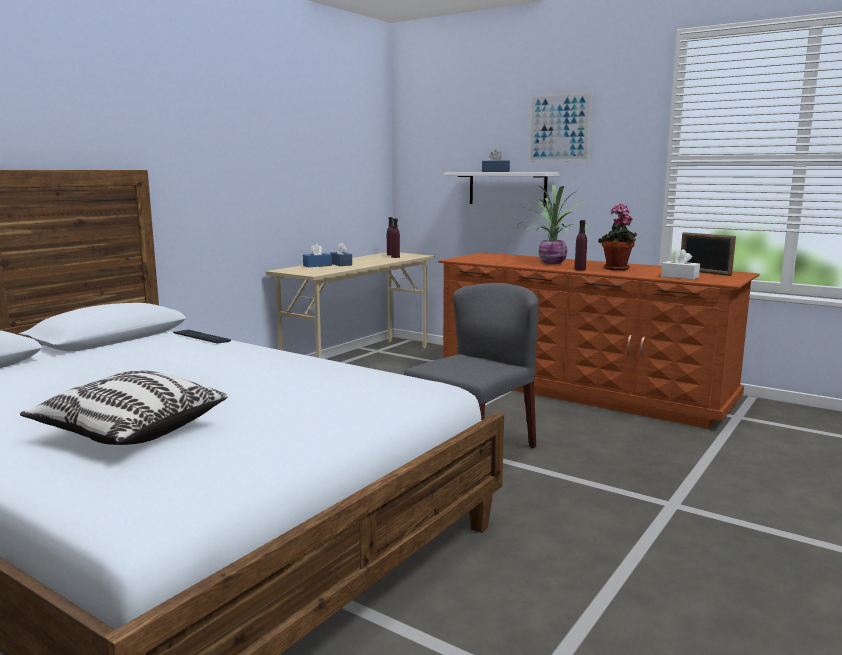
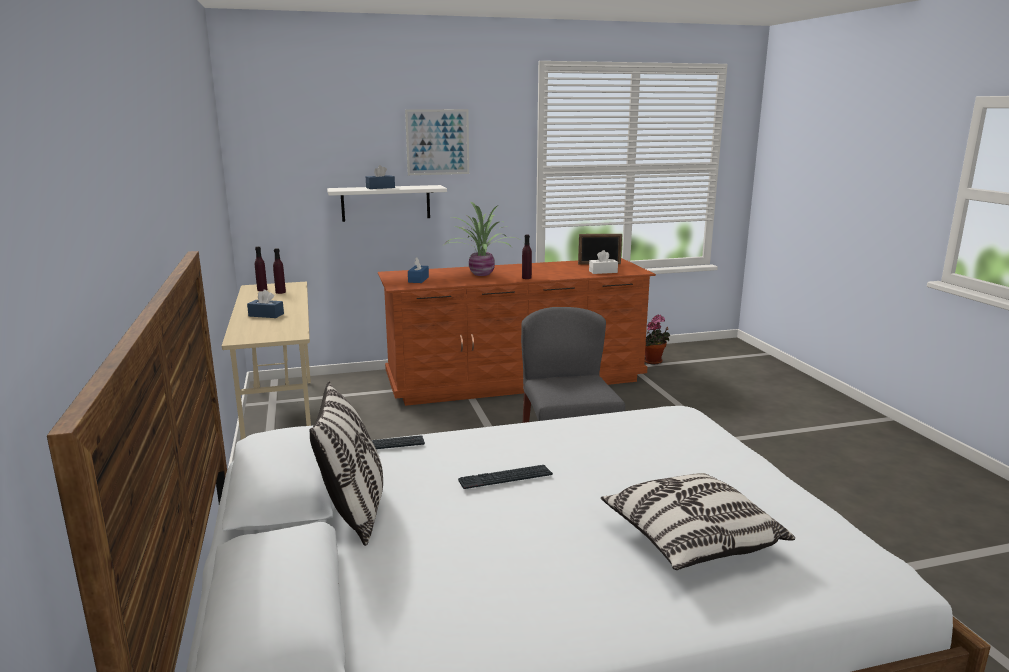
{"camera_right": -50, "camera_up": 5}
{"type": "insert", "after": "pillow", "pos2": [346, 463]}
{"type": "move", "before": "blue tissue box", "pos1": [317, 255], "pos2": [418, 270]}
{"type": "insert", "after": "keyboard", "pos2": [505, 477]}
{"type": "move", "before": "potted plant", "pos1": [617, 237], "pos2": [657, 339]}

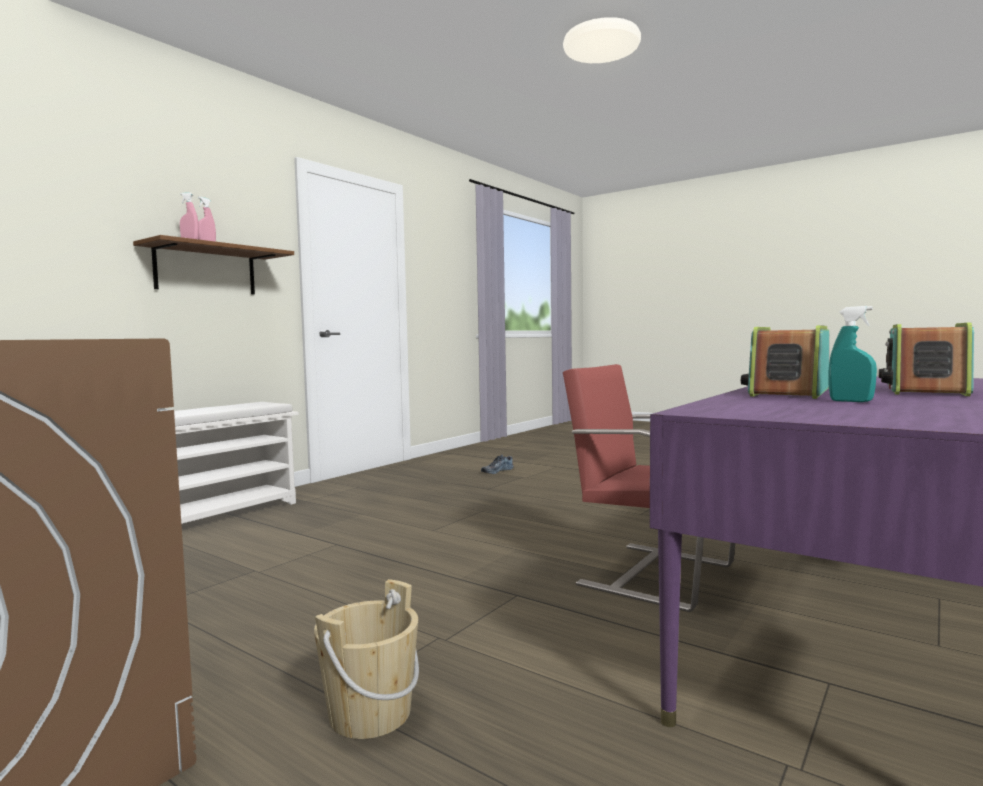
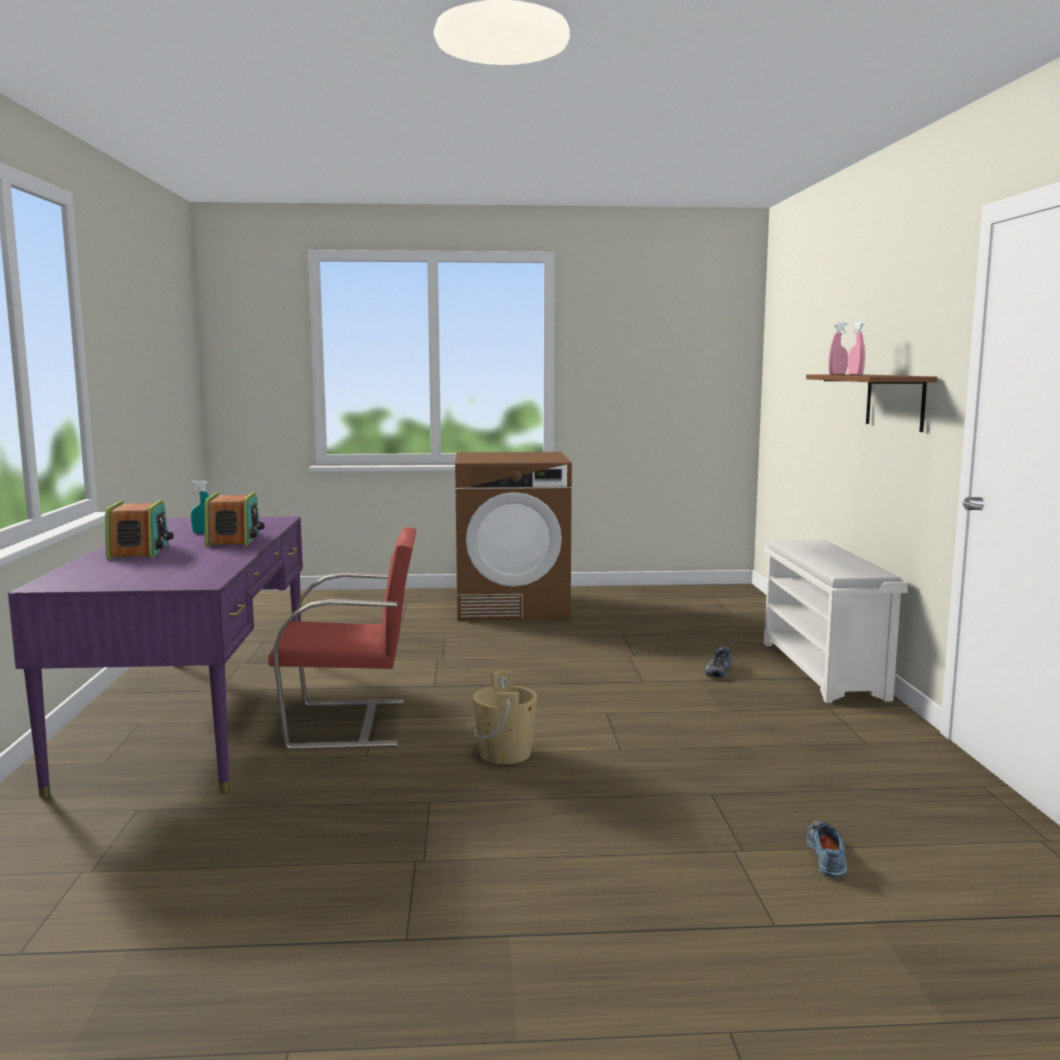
{"camera_right": 140, "camera_up": 5}
{"type": "move", "before": "beige bucket", "pos1": [366, 659], "pos2": [504, 717]}
{"type": "insert", "after": "shoe", "pos2": [718, 662]}

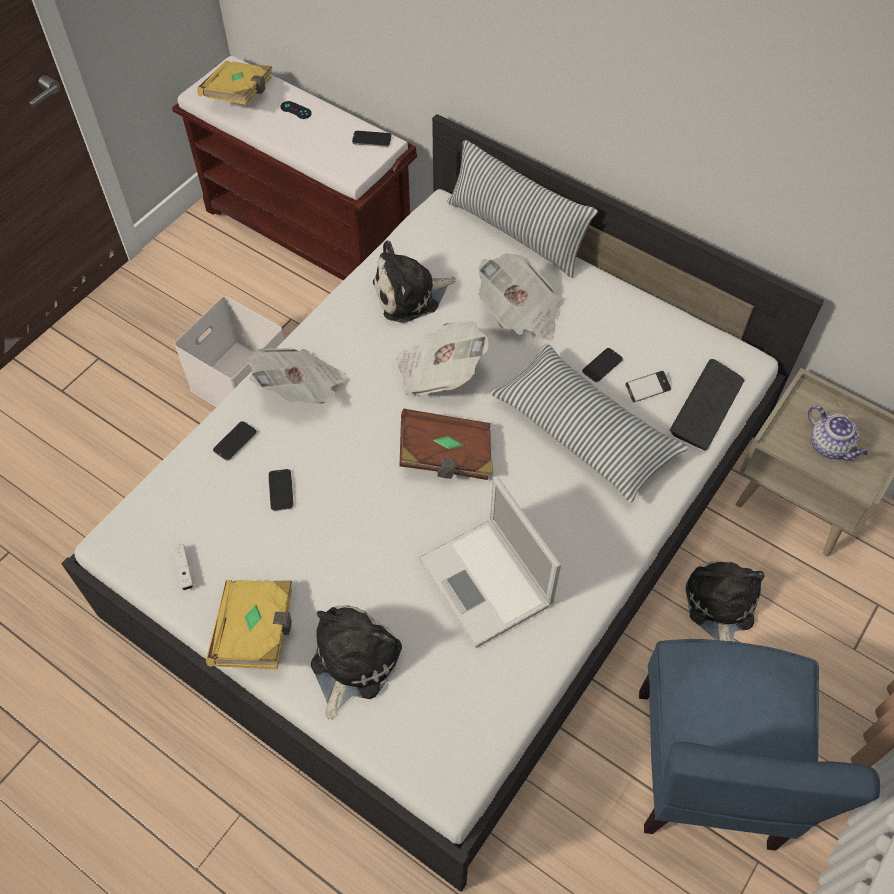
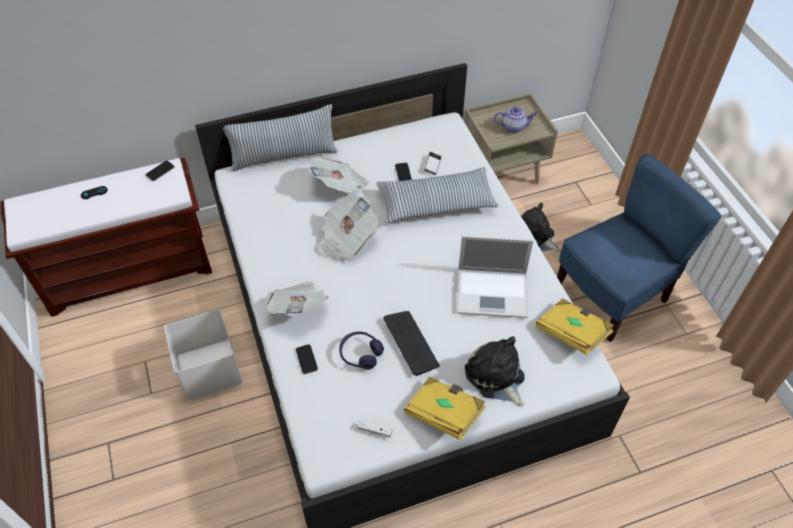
{"camera_right": -55, "camera_up": -5}
{"type": "replace", "before": "phone", "after": "purple headphones", "pos1": [281, 490], "pos2": [361, 351]}
{"type": "move", "before": "keyboard", "pos1": [707, 405], "pos2": [411, 343]}
{"type": "move", "before": "yellow book", "pos1": [234, 83], "pos2": [575, 326]}
{"type": "rotate", "before": "blue chair", "pos1": [759, 745], "pos2": [639, 248], "turn": -75}
{"type": "delete", "before": "plush toy", "pos1": [414, 281]}
{"type": "delete", "before": "brown book", "pos1": [446, 444]}

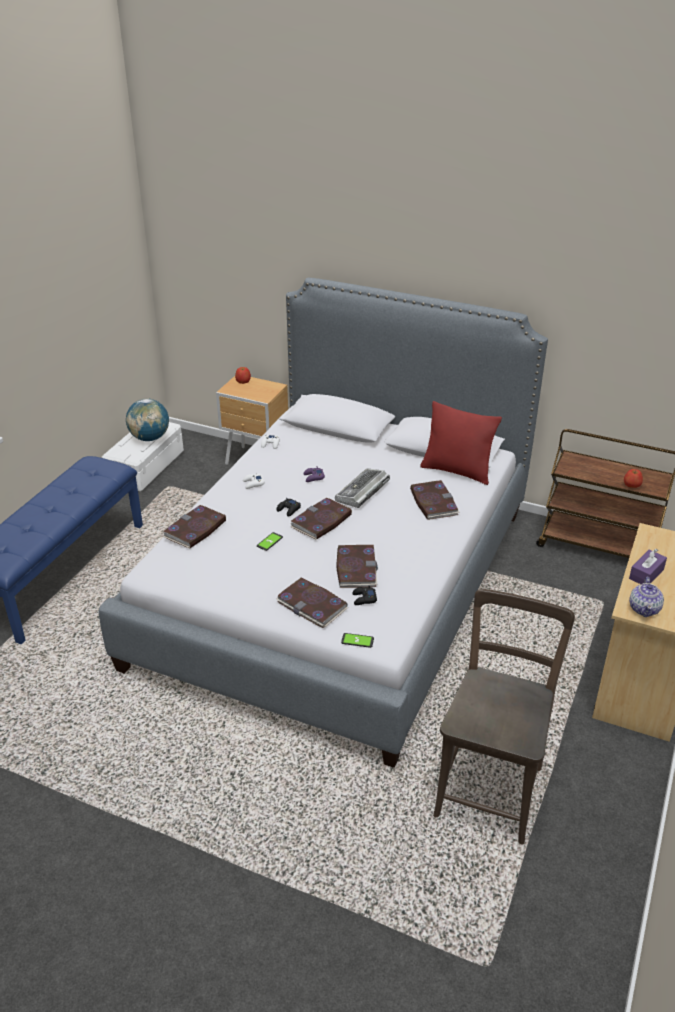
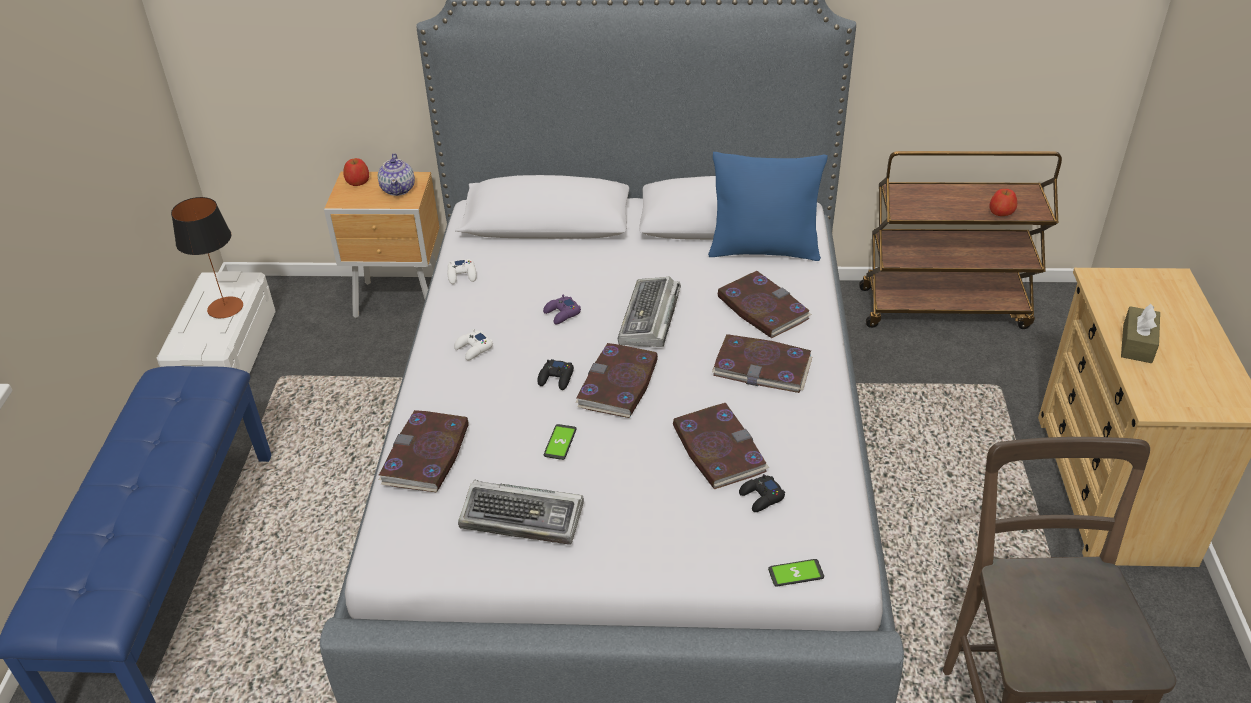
{"camera_right": -20, "camera_up": 5}
{"type": "replace", "before": "globe", "after": "table lamp", "pos1": [147, 419], "pos2": [207, 257]}
{"type": "move", "before": "teapot", "pos1": [646, 597], "pos2": [396, 174]}
{"type": "insert", "after": "keyboard", "pos2": [521, 512]}
{"type": "recolor", "before": "red pillow", "after": "blue pillow", "pos1": [461, 443], "pos2": [767, 206]}
{"type": "move", "before": "book", "pos1": [312, 603], "pos2": [762, 363]}
{"type": "recolor", "before": "purple tissue box", "after": "brown tissue box", "pos1": [648, 566], "pos2": [1140, 333]}

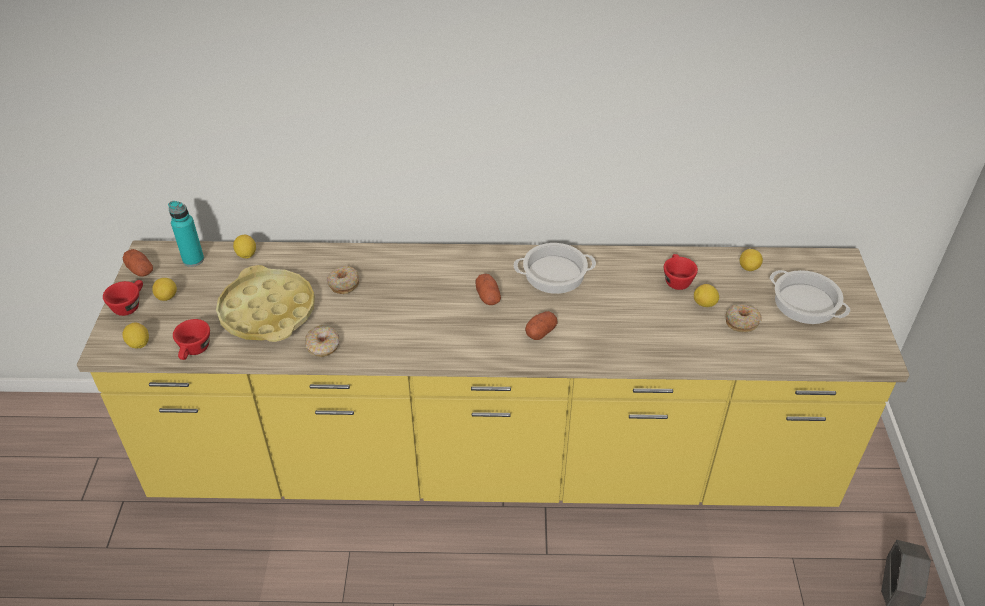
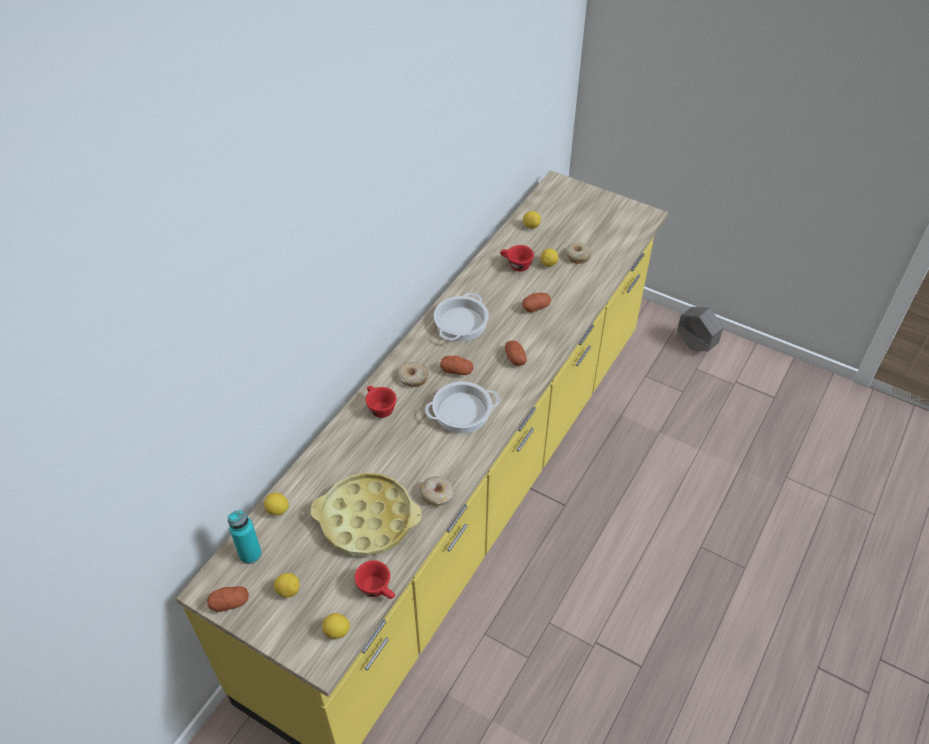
{"camera_right": -60, "camera_up": 5}
{"type": "move", "before": "red cup", "pos1": [123, 298], "pos2": [380, 402]}
{"type": "move", "before": "donut", "pos1": [343, 280], "pos2": [413, 374]}
{"type": "move", "before": "cooking pot", "pos1": [810, 297], "pos2": [462, 407]}
{"type": "insert", "after": "potato", "pos2": [537, 303]}

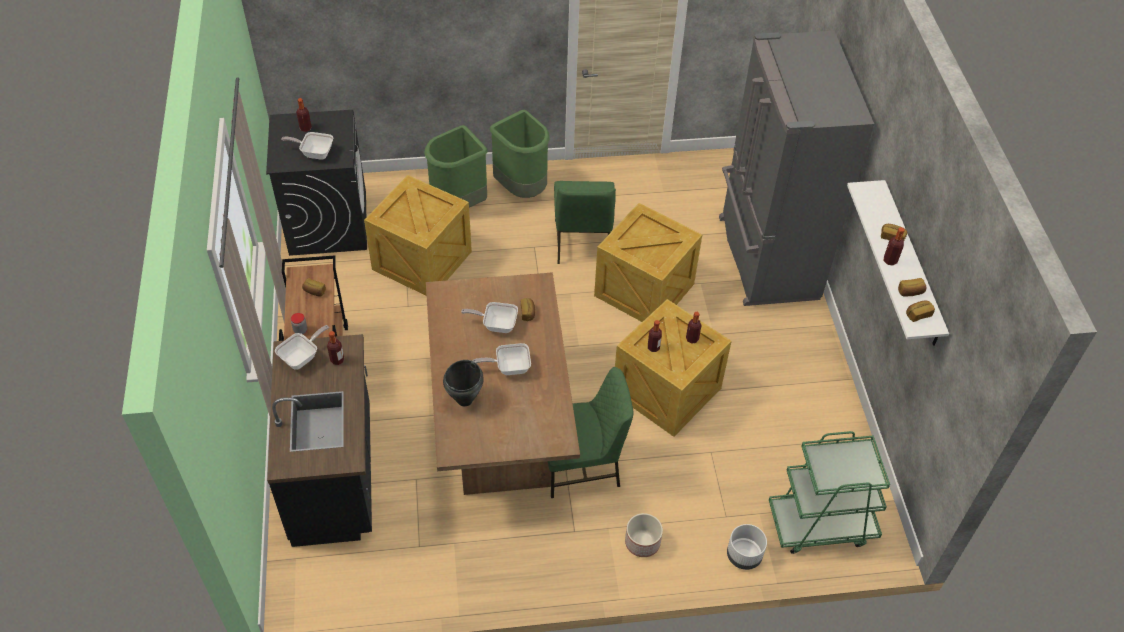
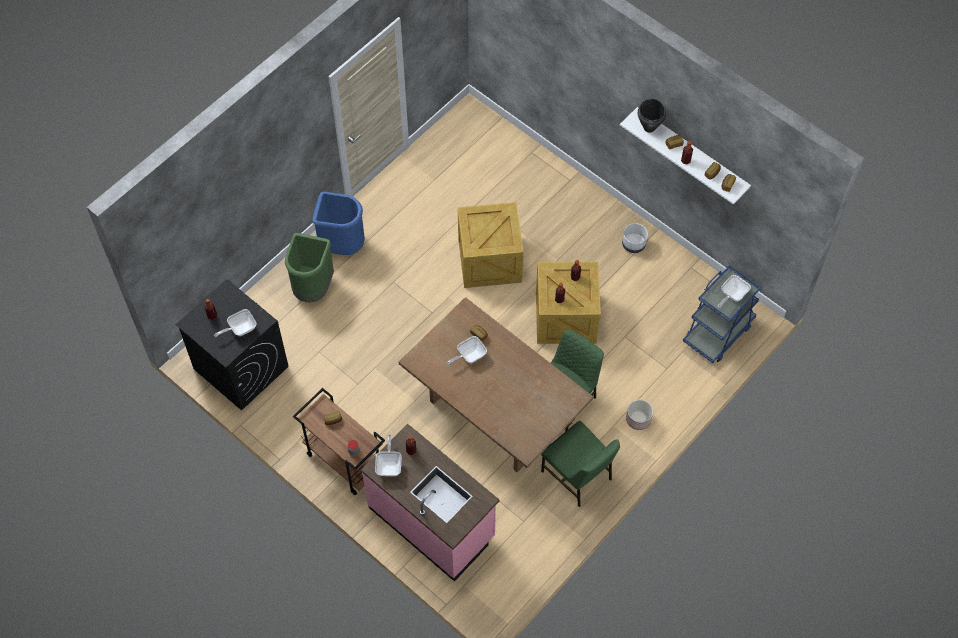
{"camera_right": -40, "camera_up": 10}
{"type": "recolor", "before": "green trash can", "after": "blue trash can", "pos1": [520, 154], "pos2": [338, 223]}
{"type": "recolor", "before": "black counter", "after": "pink counter", "pos1": [319, 440], "pos2": [430, 503]}
{"type": "move", "before": "green chair", "pos1": [585, 222], "pos2": [580, 464]}
{"type": "move", "before": "white planter", "pos1": [747, 547], "pos2": [635, 238]}
{"type": "move", "before": "black cooking pot", "pos1": [463, 383], "pos2": [652, 116]}
{"type": "recolor", "before": "green cart", "after": "blue cart", "pos1": [829, 492], "pos2": [722, 314]}
{"type": "move", "before": "frying pan", "pos1": [502, 359], "pos2": [734, 291]}
{"type": "delete", "before": "crate", "pos1": [418, 235]}
{"type": "delete", "before": "grey fridge", "pos1": [796, 168]}

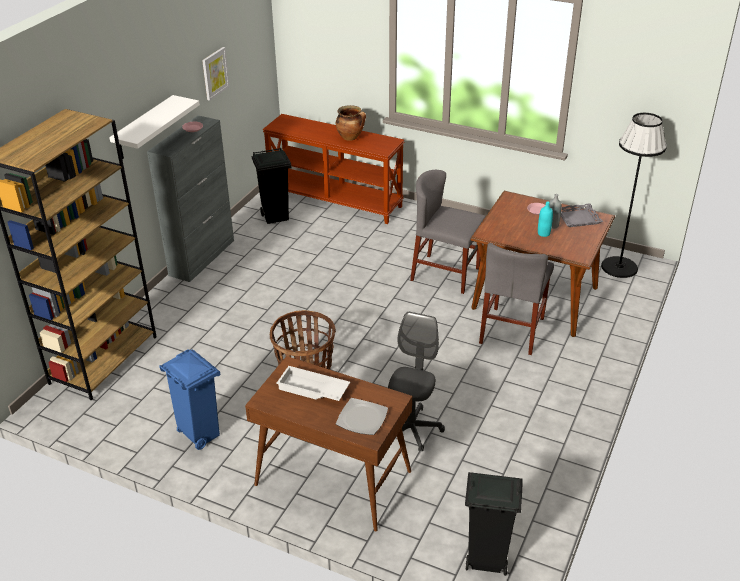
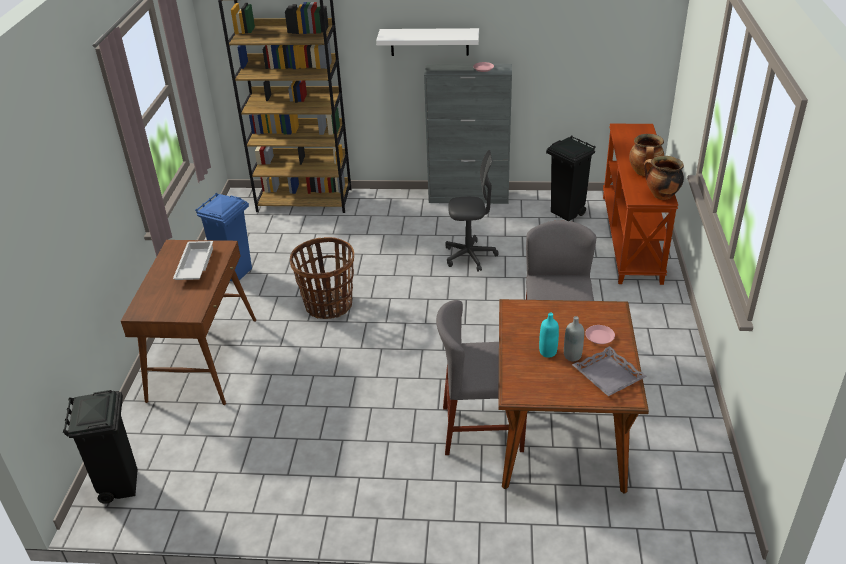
{"camera_right": 70, "camera_up": 0}
{"type": "move", "before": "grey office chair", "pos1": [416, 382], "pos2": [472, 211]}
{"type": "insert", "after": "cooking pot", "pos2": [664, 178]}
{"type": "delete", "before": "picture", "pos1": [216, 74]}
{"type": "delete", "before": "plate", "pos1": [362, 416]}
{"type": "delete", "before": "black floor lamp", "pos1": [634, 195]}

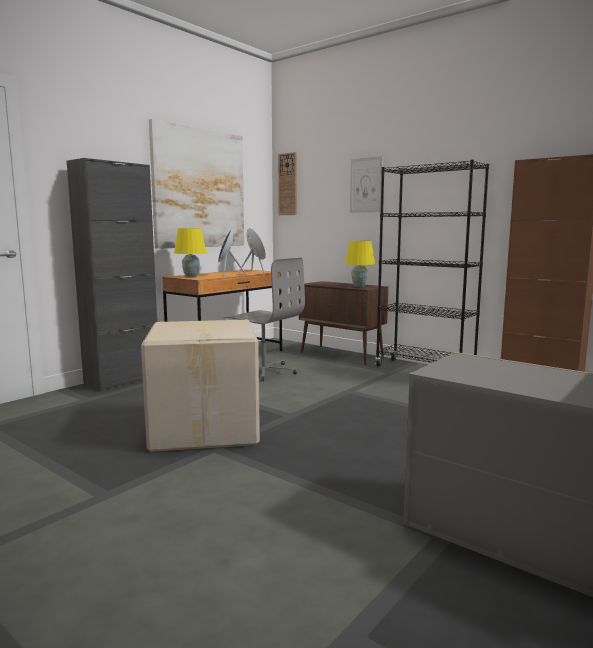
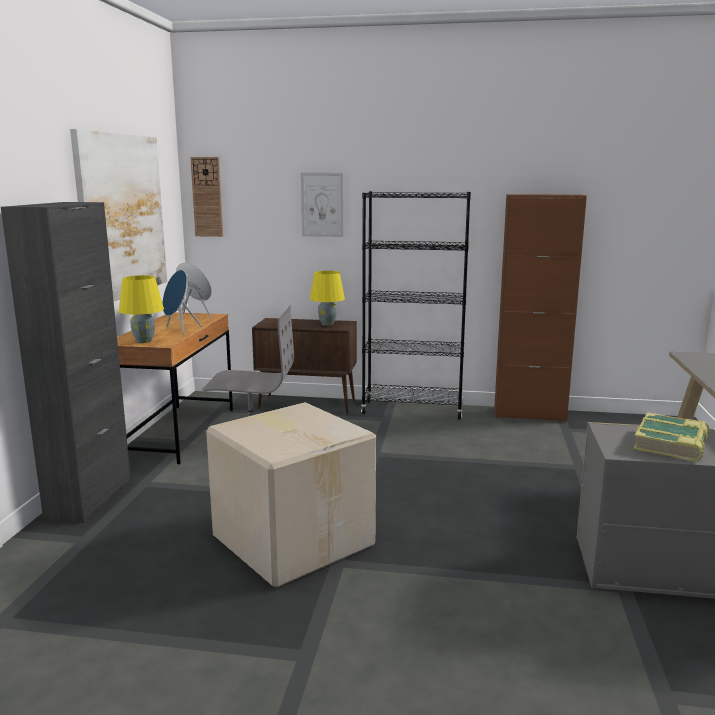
{"camera_right": -30, "camera_up": 5}
{"type": "insert", "after": "book", "pos2": [671, 437]}

